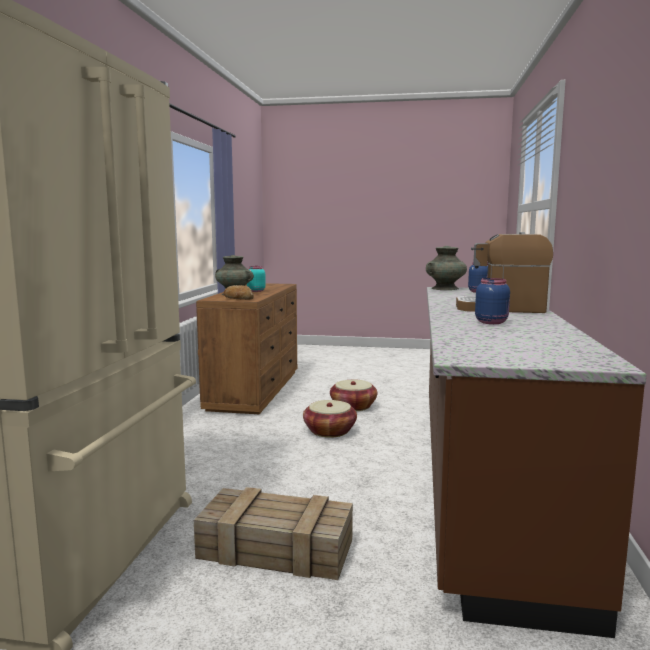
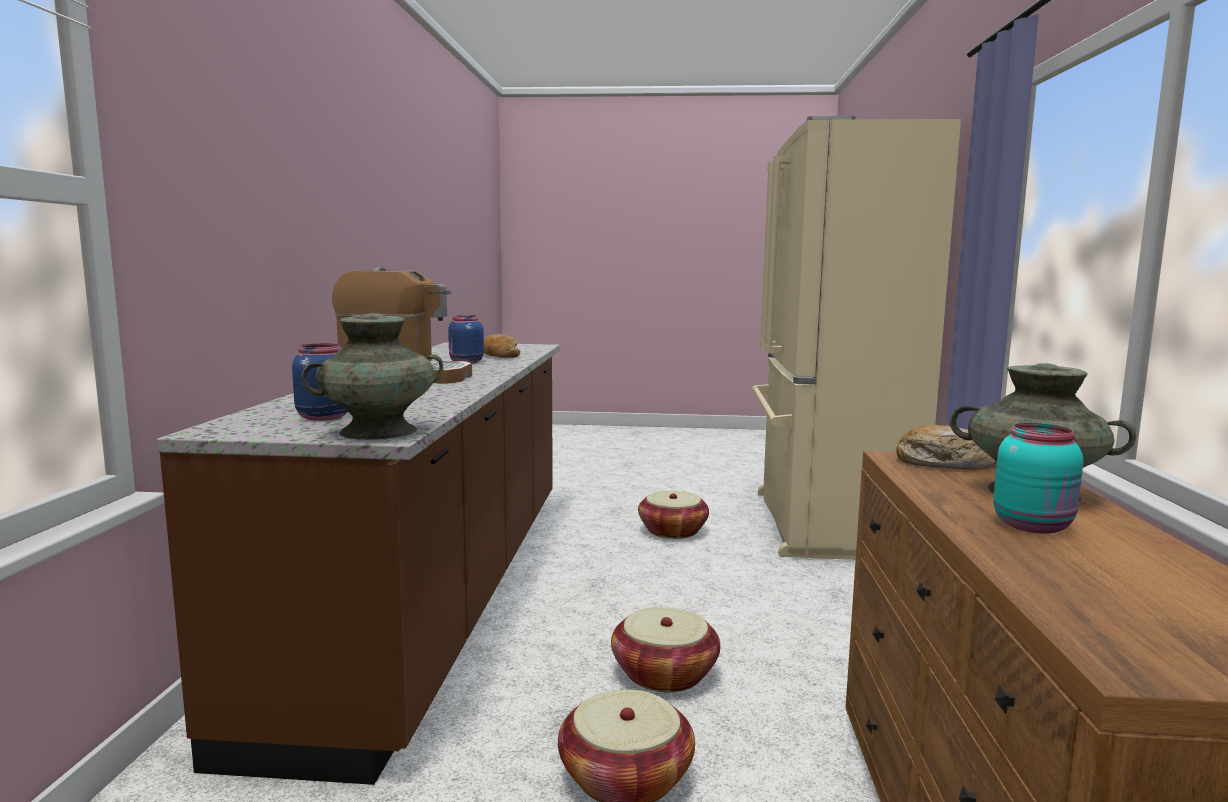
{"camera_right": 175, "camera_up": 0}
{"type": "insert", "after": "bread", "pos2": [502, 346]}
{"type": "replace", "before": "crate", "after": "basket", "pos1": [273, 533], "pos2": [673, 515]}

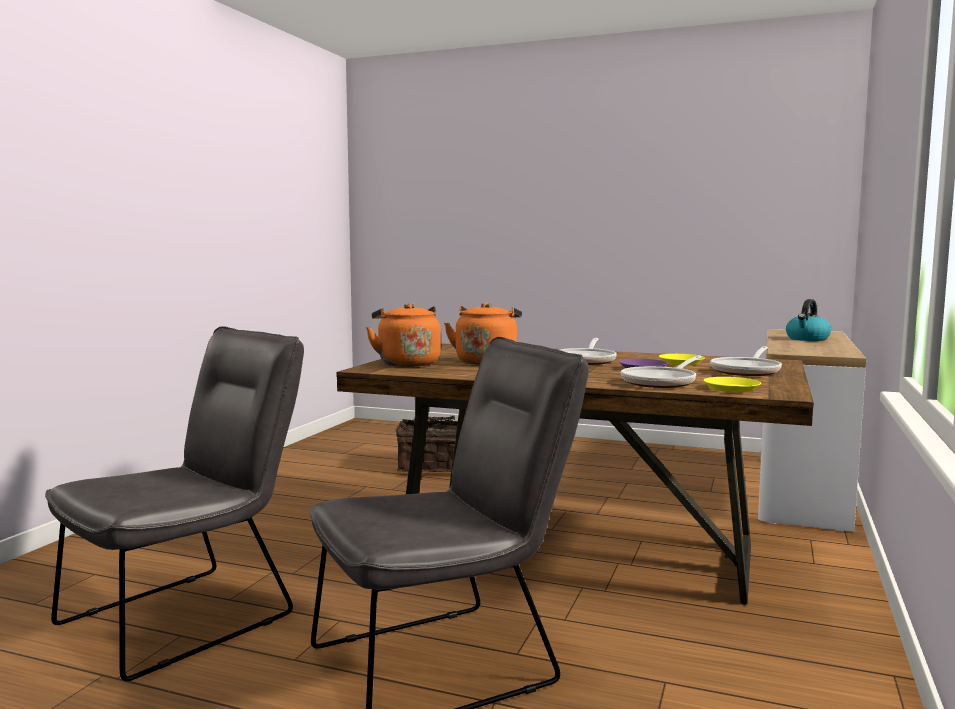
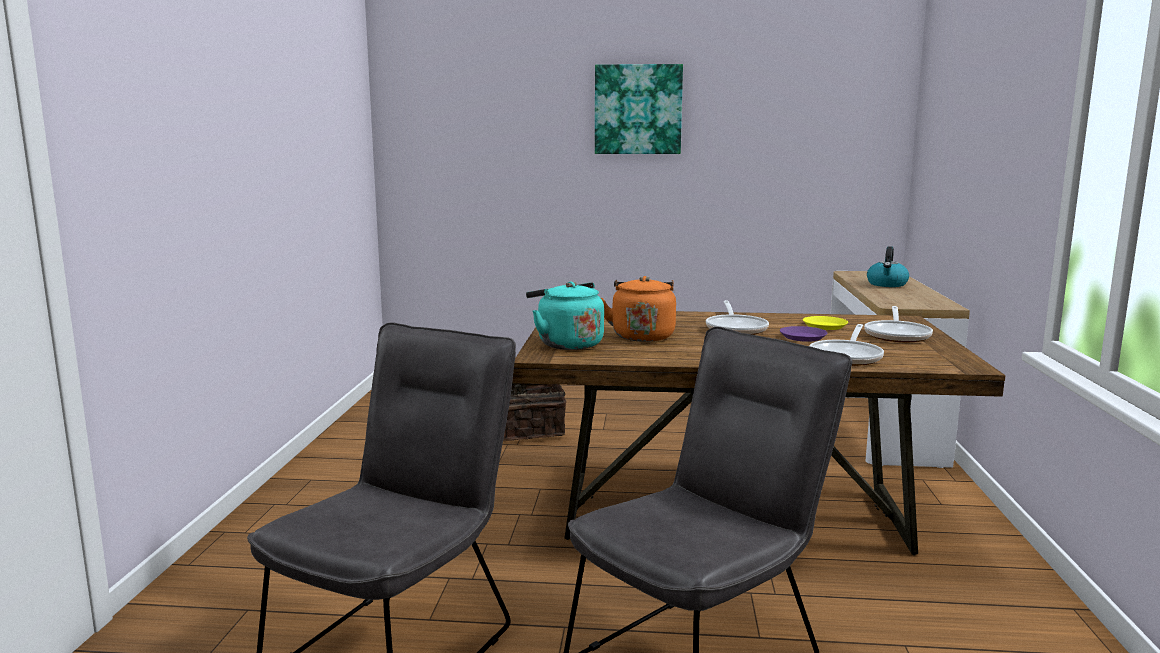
{"camera_right": -15, "camera_up": 5}
{"type": "recolor", "before": "orange kettle", "after": "turquoise kettle", "pos1": [403, 335], "pos2": [565, 315]}
{"type": "insert", "after": "picture", "pos2": [639, 109]}
{"type": "delete", "before": "yellow plate", "pos1": [732, 384]}

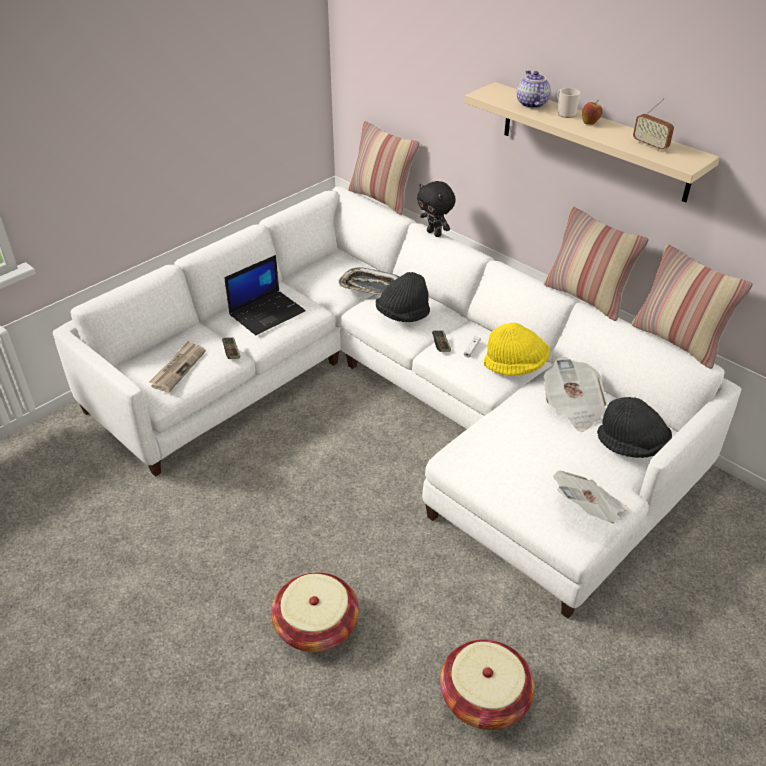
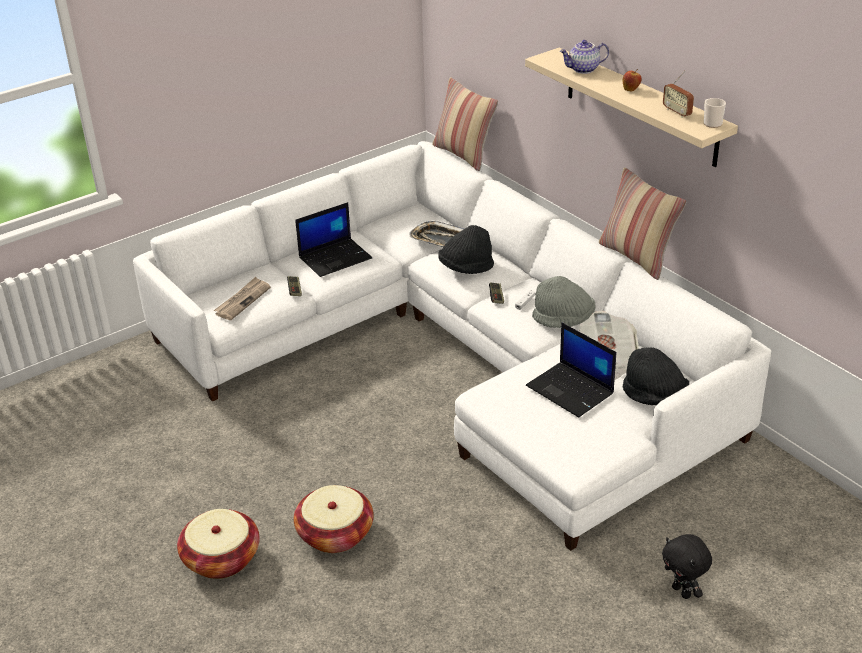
{"camera_right": 10, "camera_up": -5}
{"type": "move", "before": "basket", "pos1": [487, 684], "pos2": [218, 544]}
{"type": "insert", "after": "laptop", "pos2": [571, 370]}
{"type": "recolor", "before": "yellow hat", "after": "grey hat", "pos1": [517, 349], "pos2": [564, 302]}
{"type": "rotate", "before": "teapot", "pos1": [534, 89], "pos2": [584, 57], "turn": -105}
{"type": "move", "before": "black plush toy", "pos1": [436, 209], "pos2": [687, 566]}
{"type": "move", "before": "mug", "pos1": [568, 103], "pos2": [715, 113]}
{"type": "delete", "before": "newspaper", "pos1": [591, 497]}
{"type": "delete", "before": "pillow", "pos1": [692, 306]}

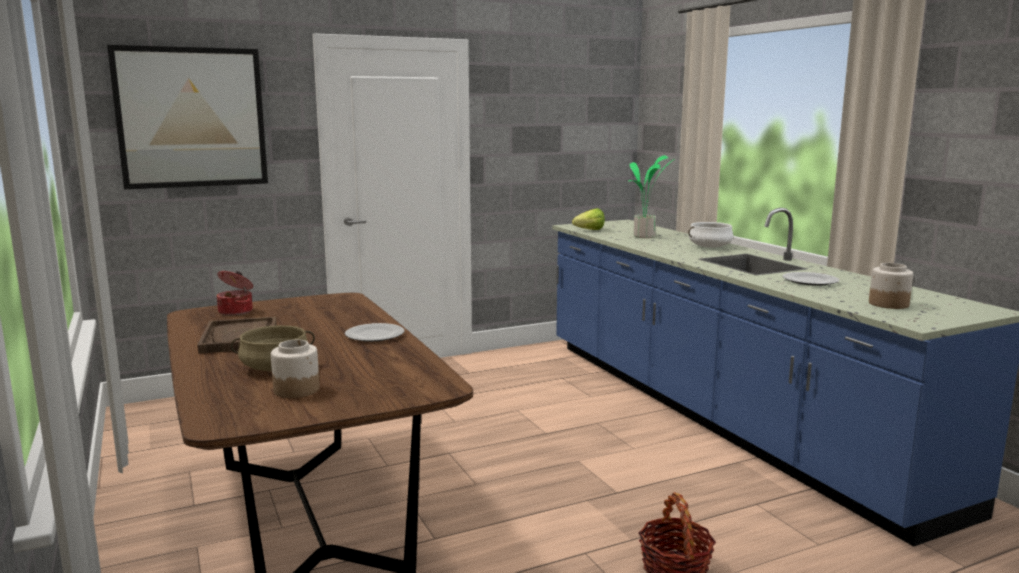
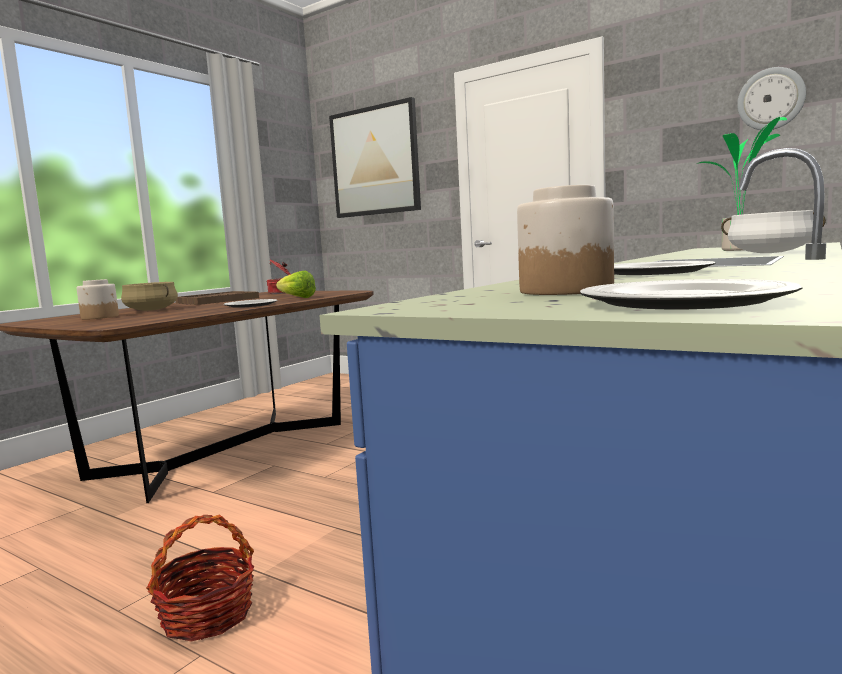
{"camera_right": 60, "camera_up": -5}
{"type": "move", "before": "lettuce", "pos1": [588, 219], "pos2": [296, 284]}
{"type": "insert", "after": "plate", "pos2": [691, 294]}
{"type": "insert", "after": "wall clock", "pos2": [771, 98]}

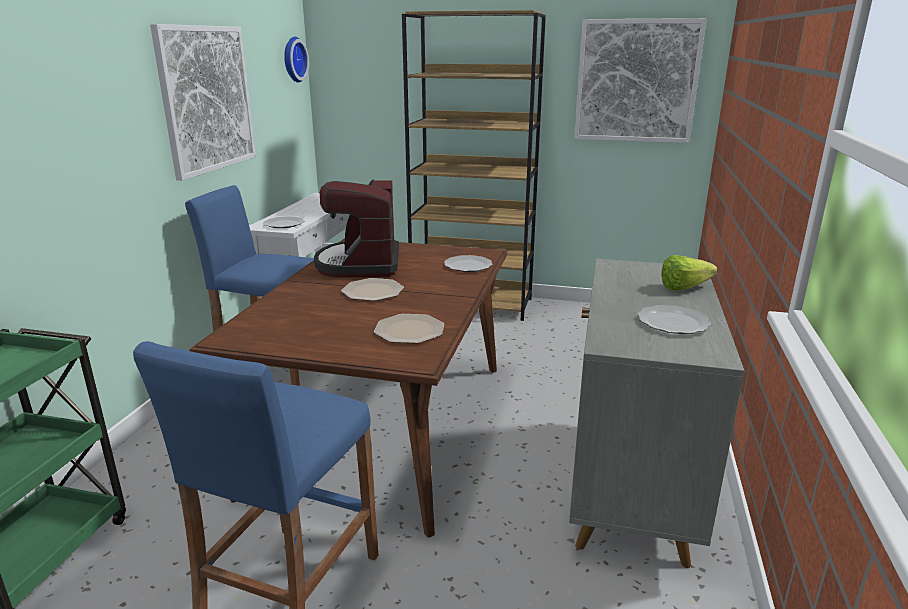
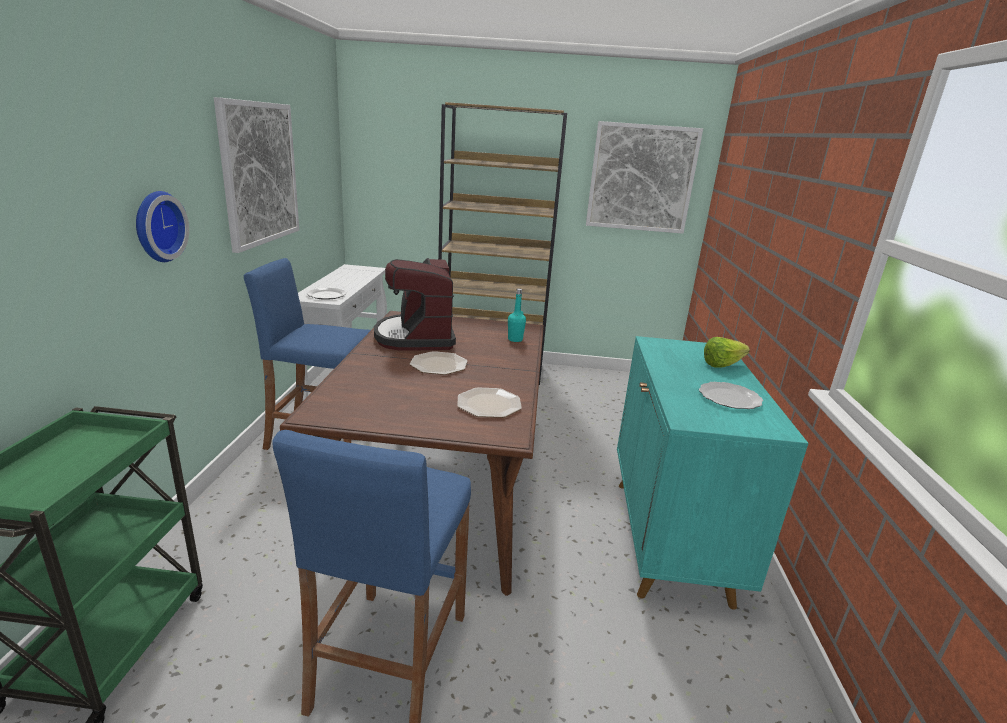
{"camera_right": -10, "camera_up": 0}
{"type": "move", "before": "wall clock", "pos1": [296, 60], "pos2": [162, 226]}
{"type": "replace", "before": "plate", "after": "turquoise bottle", "pos1": [468, 263], "pos2": [517, 315]}
{"type": "recolor", "before": "grey cabinet", "after": "turquoise cabinet", "pos1": [657, 413], "pos2": [713, 473]}

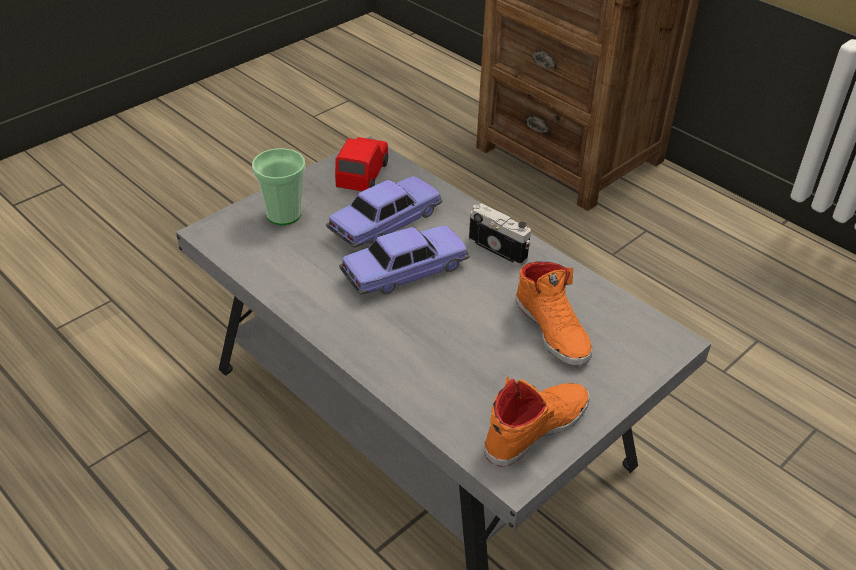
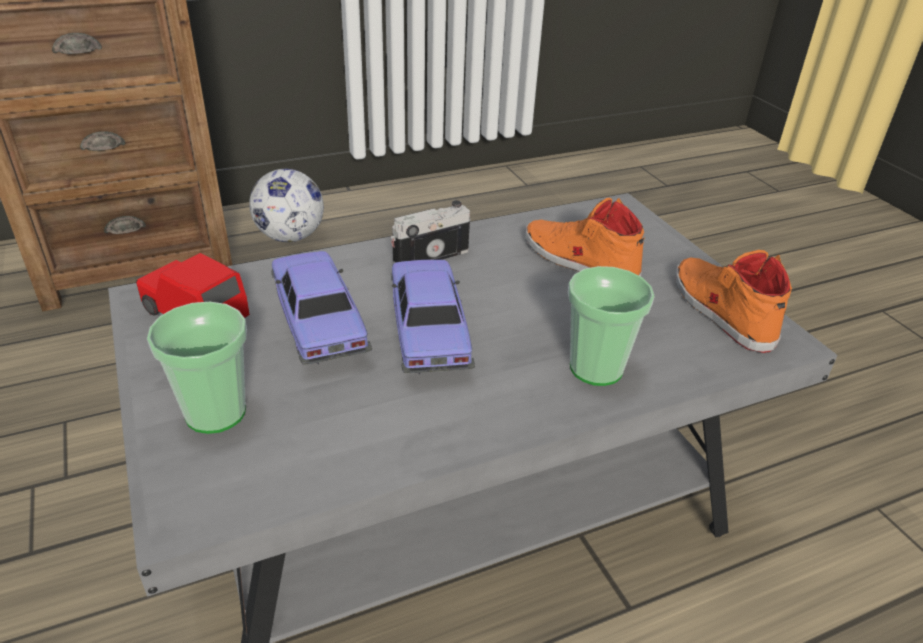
{"camera_right": -70, "camera_up": -5}
{"type": "insert", "after": "football", "pos2": [286, 205]}
{"type": "rotate", "before": "orange shoe", "pos1": [553, 313], "pos2": [585, 237], "turn": -135}
{"type": "insert", "after": "cup", "pos2": [611, 326]}

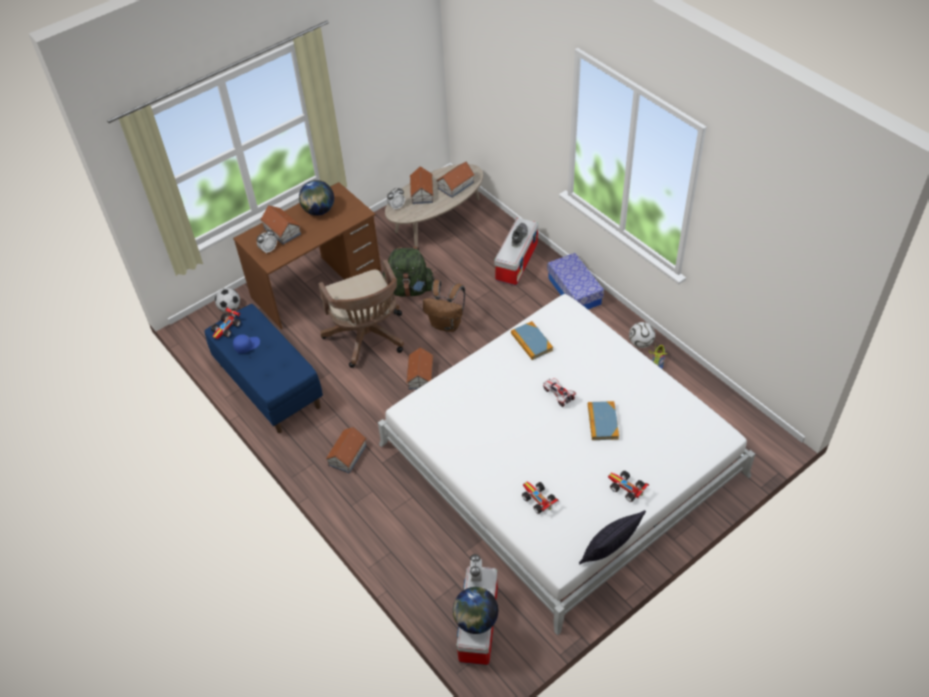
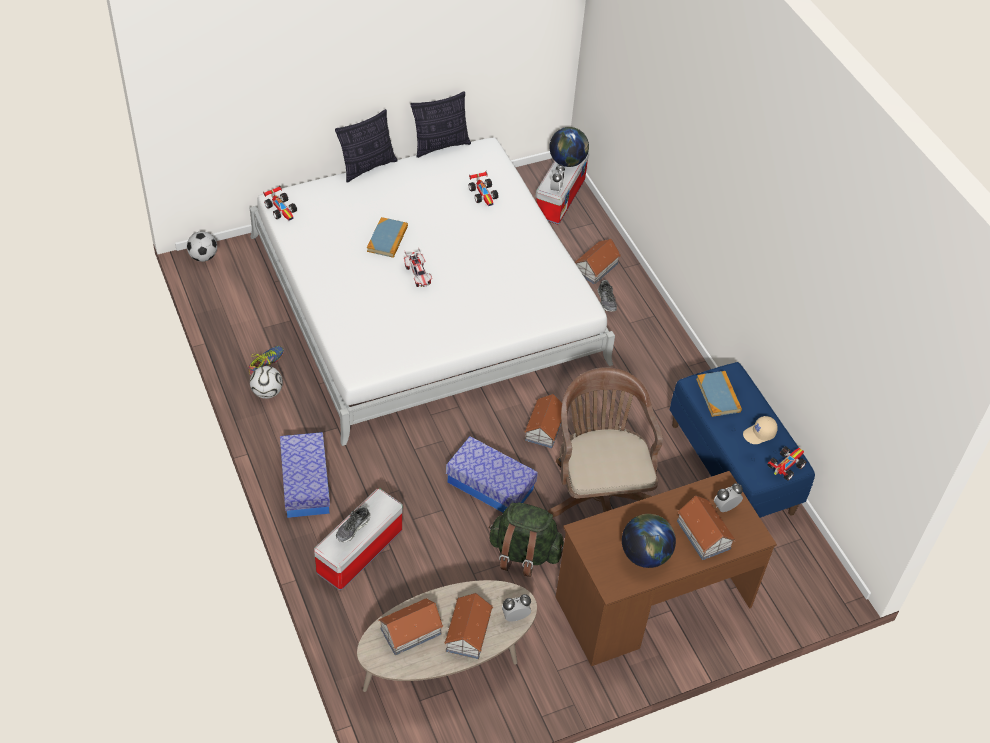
{"camera_right": -170, "camera_up": 0}
{"type": "move", "before": "football", "pos1": [227, 300], "pos2": [202, 247]}
{"type": "move", "before": "toy car", "pos1": [628, 486], "pos2": [280, 203]}
{"type": "insert", "after": "pillow", "pos2": [366, 146]}
{"type": "replace", "before": "brown backpack", "after": "storage box", "pos1": [444, 306], "pos2": [492, 474]}
{"type": "move", "before": "toy house", "pos1": [346, 450], "pos2": [598, 261]}
{"type": "insert", "after": "shoe", "pos2": [607, 296]}
{"type": "move", "before": "book", "pos1": [532, 340], "pos2": [719, 394]}
{"type": "recolor", "before": "blue cap", "after": "beige cap", "pos1": [246, 344], "pos2": [760, 430]}

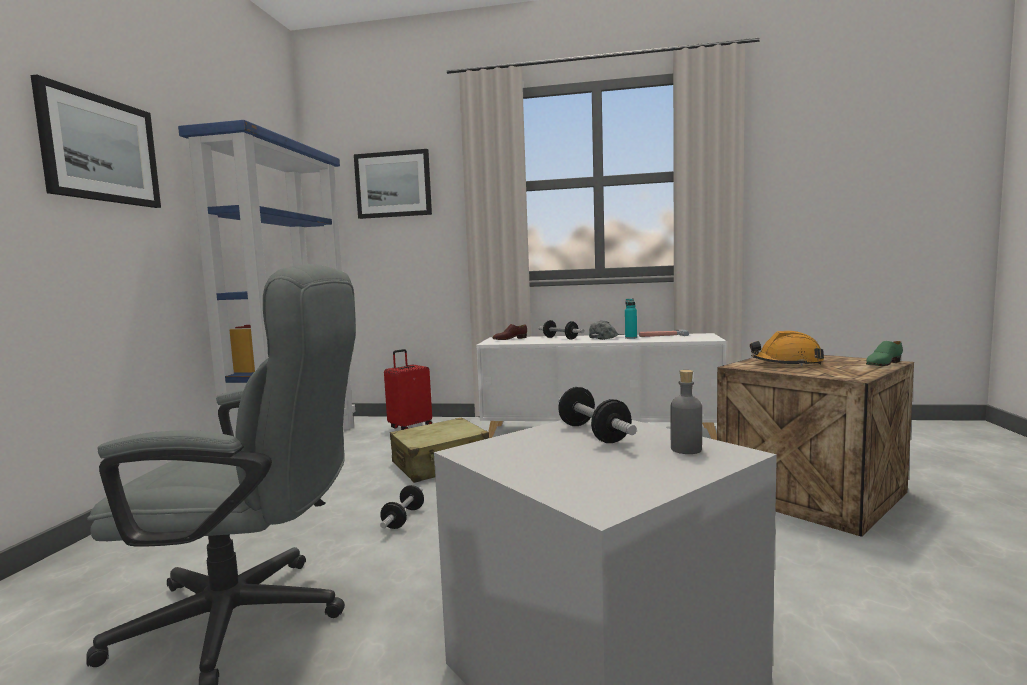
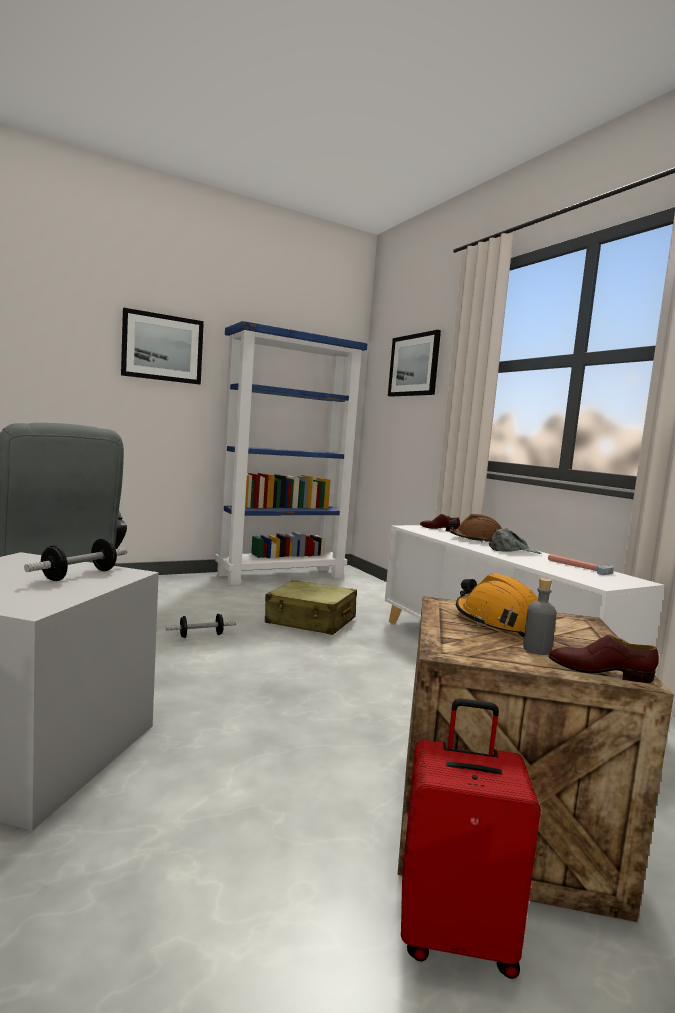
{"camera_right": 50, "camera_up": 0}
{"type": "move", "before": "red suitcase", "pos1": [408, 389], "pos2": [471, 838]}
{"type": "replace", "before": "dumbbell", "after": "brown hard hat", "pos1": [561, 330], "pos2": [475, 528]}
{"type": "move", "before": "grey bottle", "pos1": [686, 412], "pos2": [540, 616]}
{"type": "recolor", "before": "green shoe", "after": "brown shoe", "pos1": [884, 353], "pos2": [604, 658]}
{"type": "delete", "before": "turquoise bottle", "pos1": [631, 318]}

